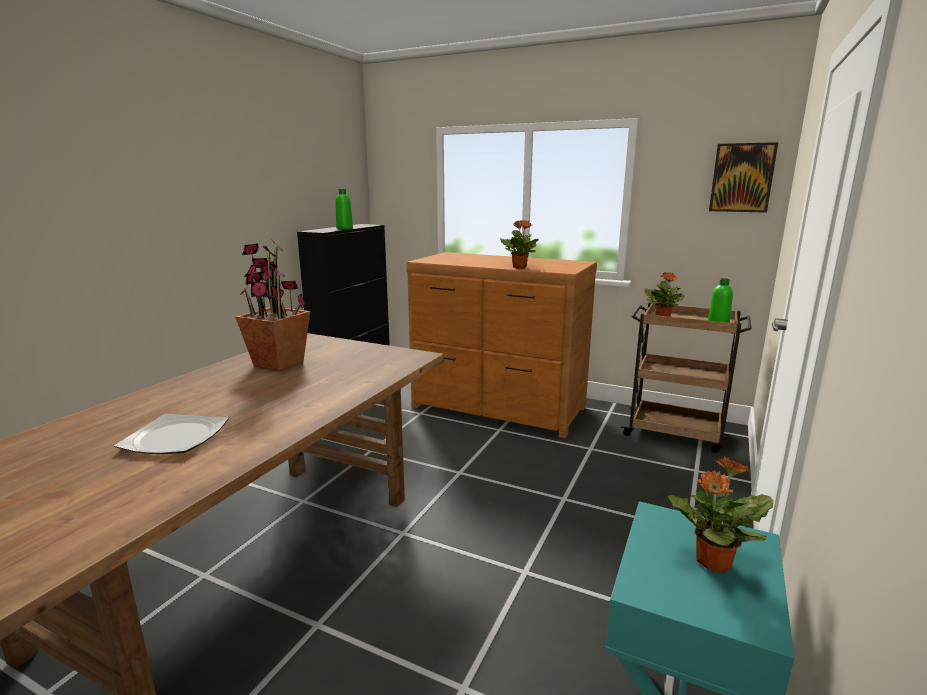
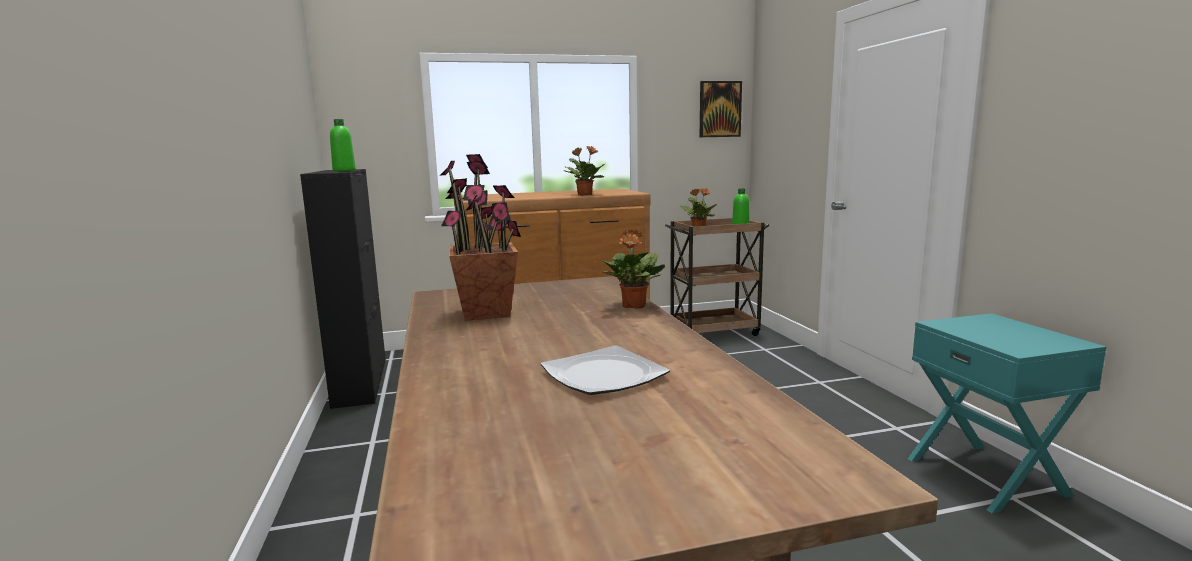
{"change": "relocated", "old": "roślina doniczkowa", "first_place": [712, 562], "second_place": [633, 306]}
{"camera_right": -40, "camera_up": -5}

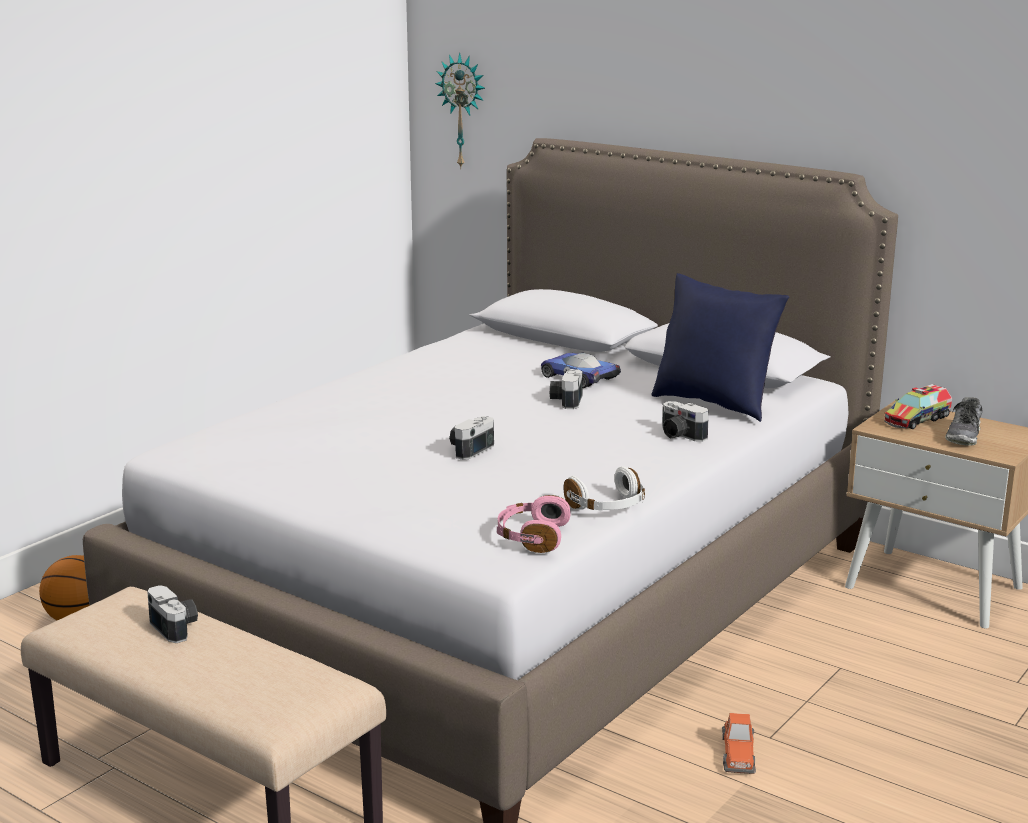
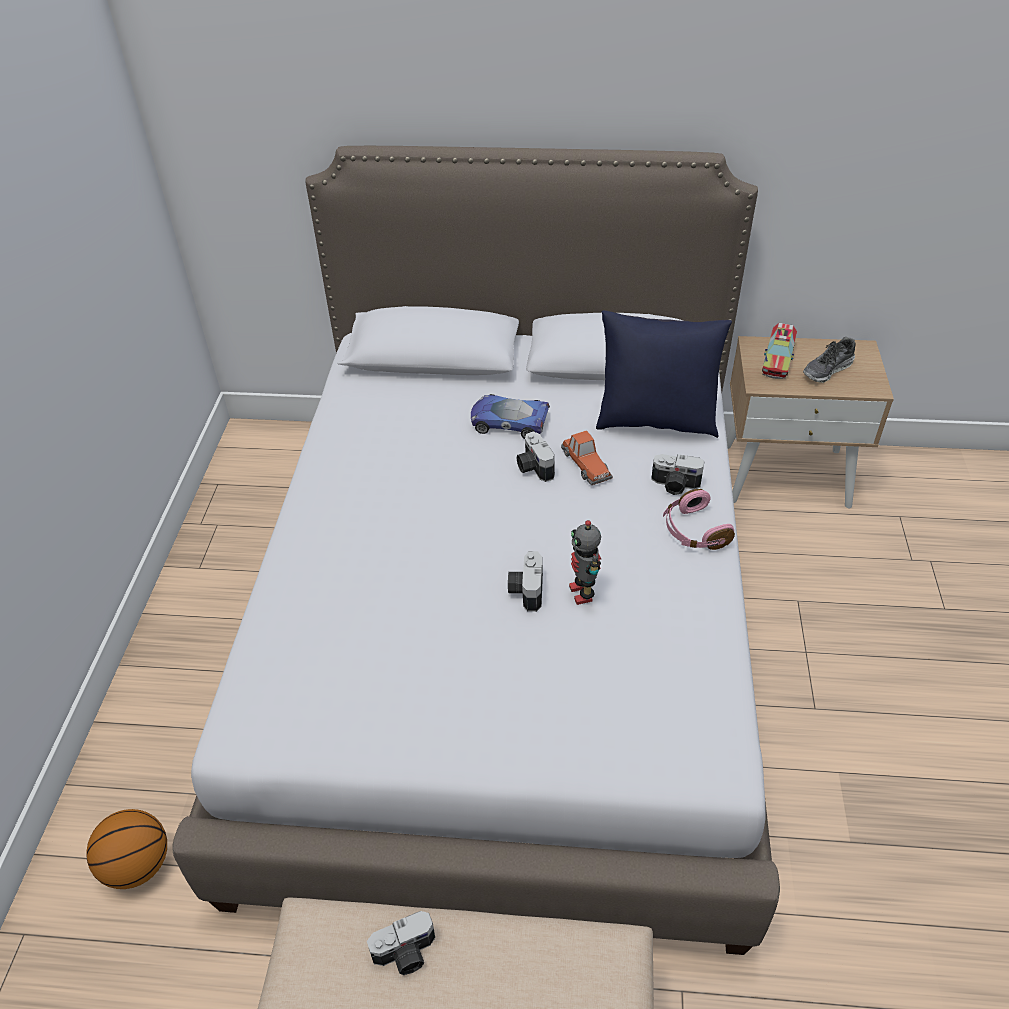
{"change": "spun", "old": "aparat fotograficzny", "first_place": [177, 627], "second_place": [406, 954], "degrees": 135}
{"change": "relocated", "old": "samochodzik", "first_place": [738, 753], "second_place": [585, 463]}
{"change": "appeared", "new": "robot zabawkowy", "second_place": [583, 593]}
{"change": "relocated", "old": "słuchawki [różowy]", "first_place": [531, 537], "second_place": [694, 531]}
{"change": "spun", "old": "but", "first_place": [964, 436], "second_place": [827, 370], "degrees": 60}
{"change": "missing", "old": "zegar ścienny", "first_place": [463, 111]}
{"change": "missing", "old": "słuchawki [biały]", "first_place": [608, 507]}
{"camera_right": -30, "camera_up": 25}

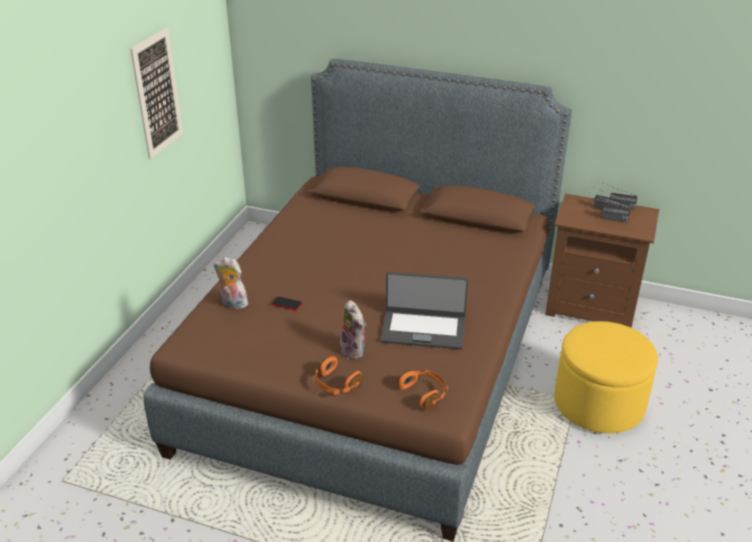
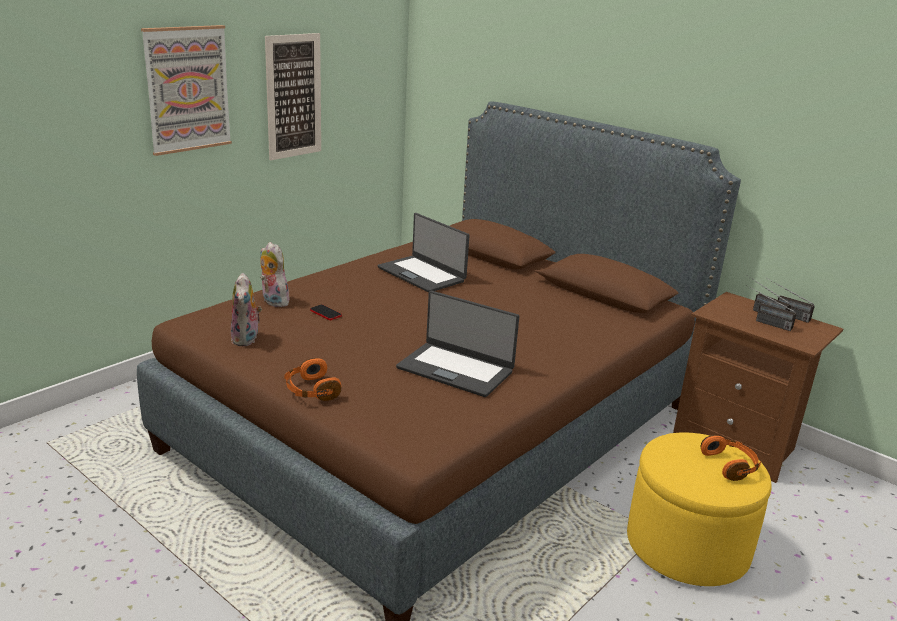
{"change": "appeared", "new": "obraz", "second_place": [187, 89]}
{"change": "relocated", "old": "pluszak", "first_place": [355, 350], "second_place": [247, 339]}
{"change": "appeared", "new": "laptop", "second_place": [422, 274]}
{"change": "relocated", "old": "słuchawki [pomarańczowy]", "first_place": [424, 393], "second_place": [730, 465]}
{"camera_right": 20, "camera_up": -10}

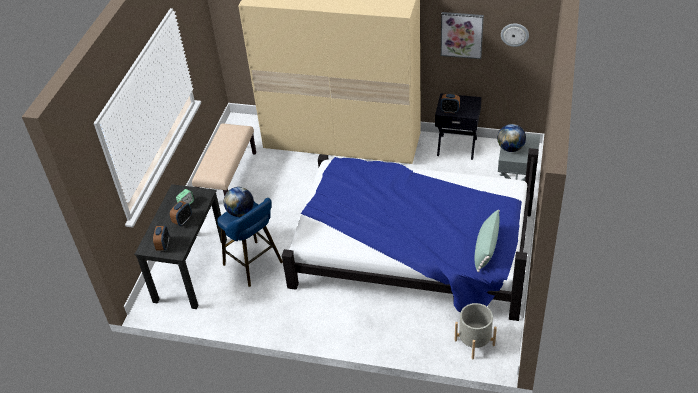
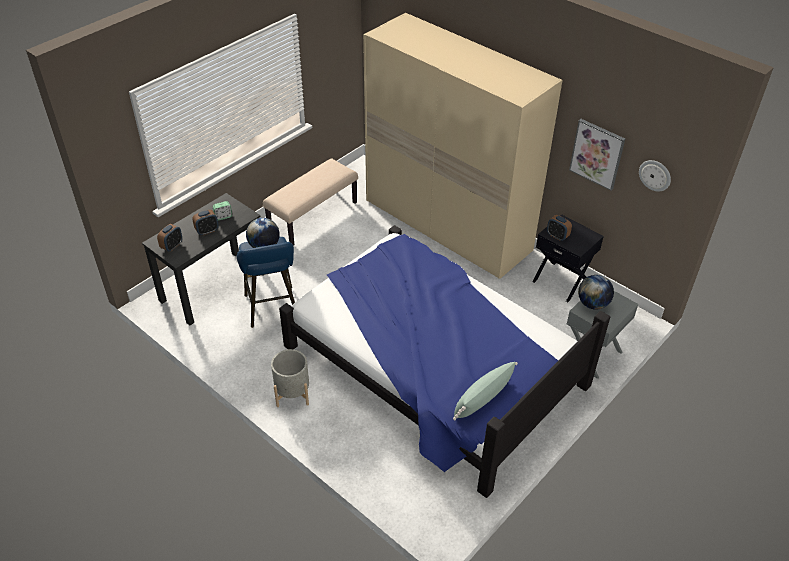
{"change": "relocated", "old": "donica [szary]", "first_place": [474, 342], "second_place": [292, 393]}
{"camera_right": 25, "camera_up": 0}

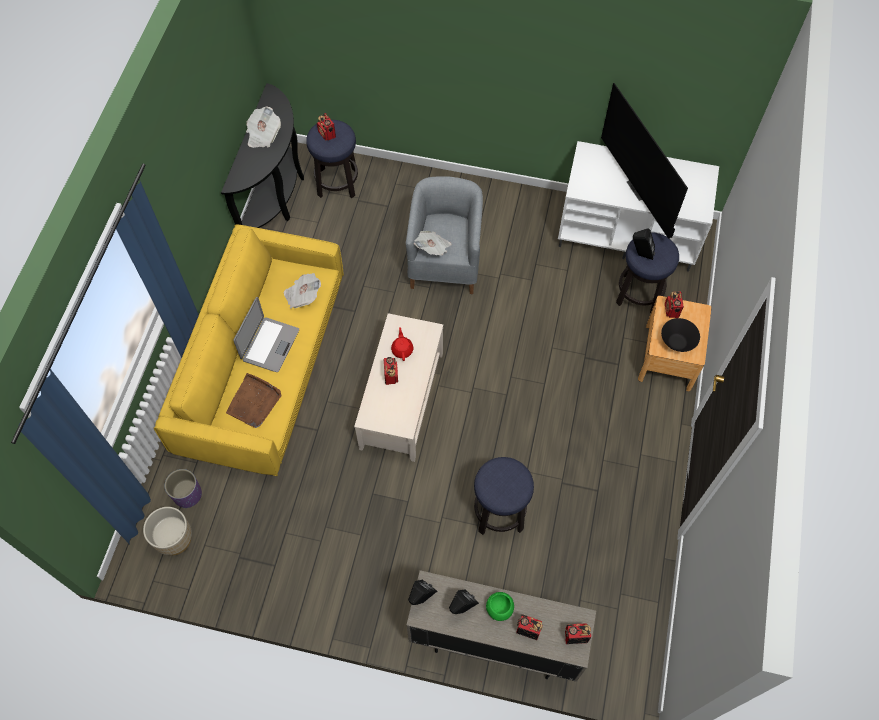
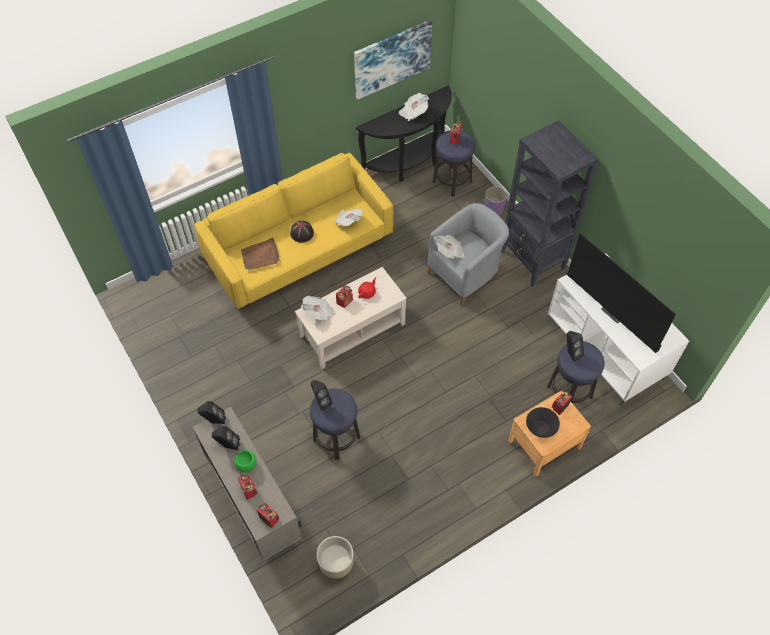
{"change": "exchanged", "old": "laptop", "new": "kapelusz [czarny]", "first_place": [270, 345], "second_place": [302, 233]}
{"change": "appeared", "new": "gazeta", "second_place": [319, 312]}
{"change": "appeared", "new": "głośnik [czarny]", "second_place": [321, 401]}
{"change": "relocated", "old": "donica [beżowy]", "first_place": [174, 539], "second_place": [336, 564]}
{"change": "appeared", "new": "obraz", "second_place": [392, 59]}
{"change": "relocated", "old": "donica [fioletowy]", "first_place": [187, 494], "second_place": [493, 208]}
{"change": "appeared", "new": "regał [czarny]", "second_place": [532, 260]}
{"change": "spun", "old": "telewizor", "first_place": [640, 188], "second_place": [614, 312], "degrees": -60}
{"camera_right": 45, "camera_up": -5}

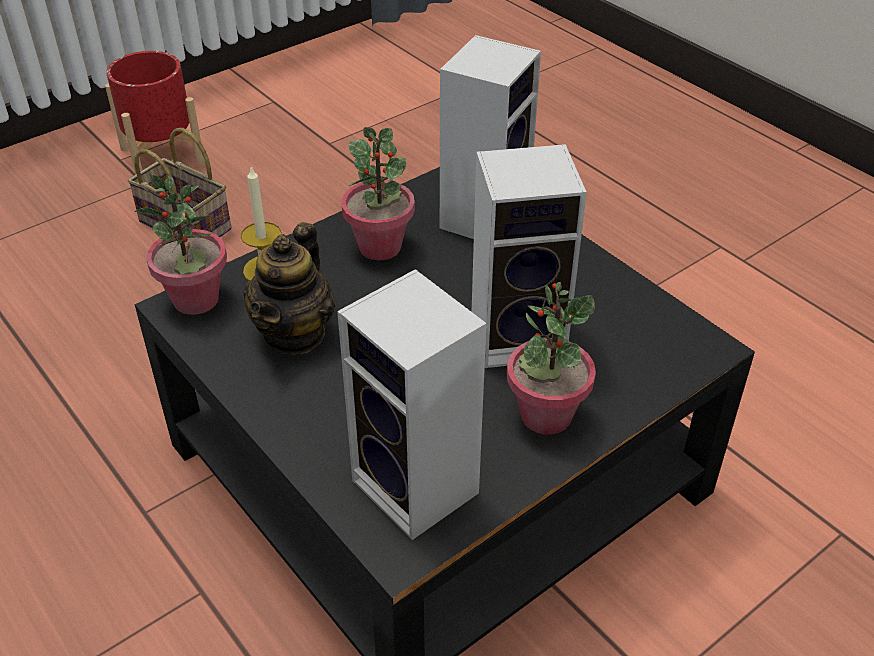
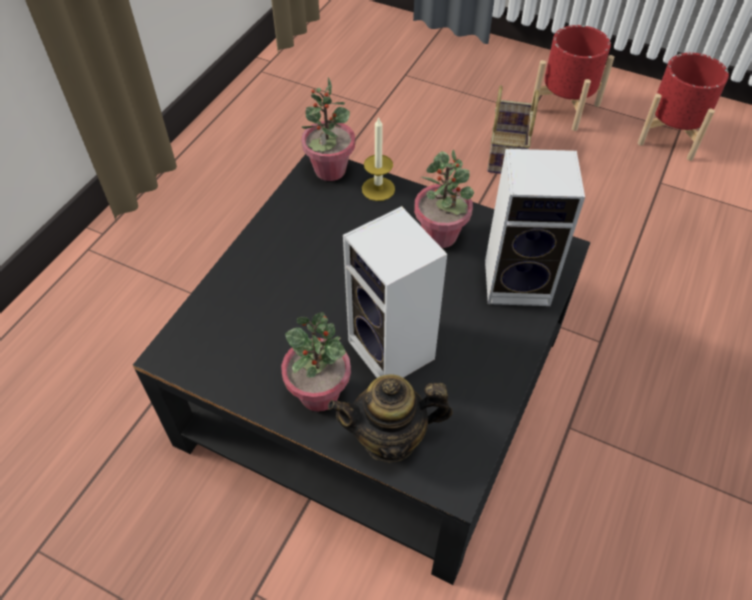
{"change": "relocated", "old": "imbryk", "first_place": [295, 333], "second_place": [390, 438]}
{"change": "appeared", "new": "donica [czerwony]", "second_place": [670, 136]}
{"change": "missing", "old": "głośnik", "first_place": [420, 488]}
{"camera_right": 65, "camera_up": 10}

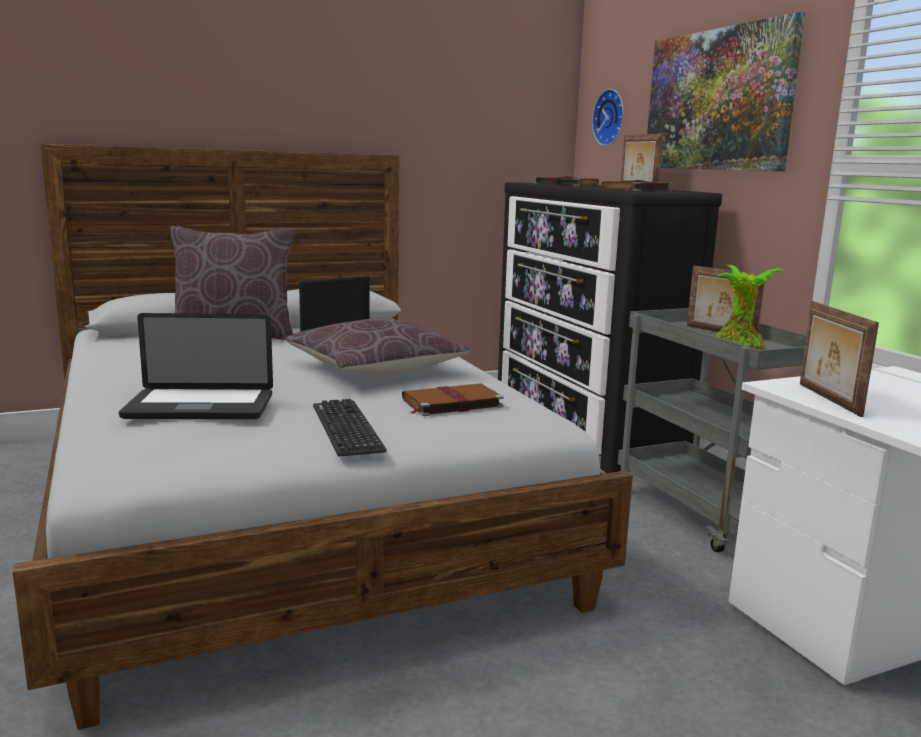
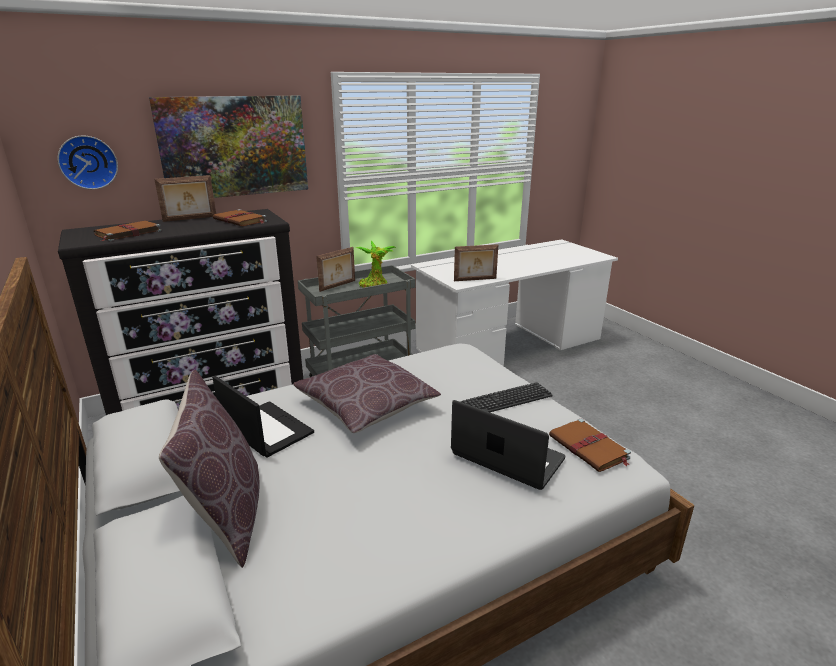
{"change": "spun", "old": "laptop", "first_place": [200, 407], "second_place": [507, 457], "degrees": -45}
{"change": "relocated", "old": "książka [brązowy]", "first_place": [450, 403], "second_place": [589, 448]}
{"camera_right": -95, "camera_up": 10}

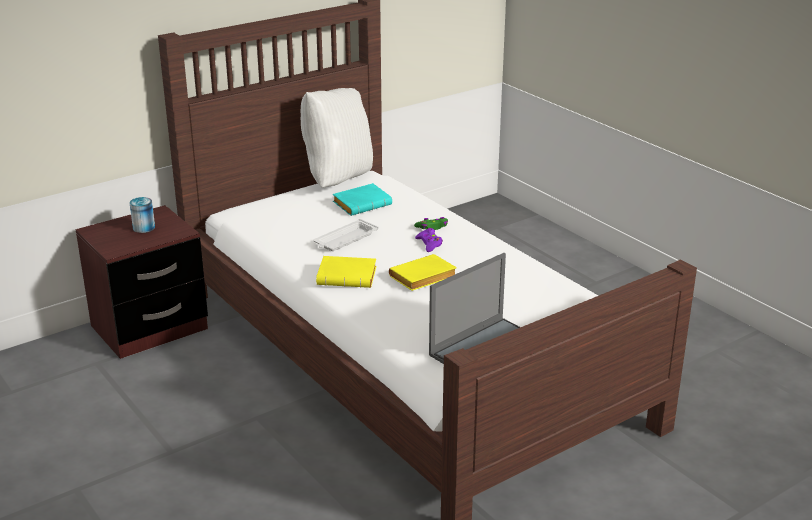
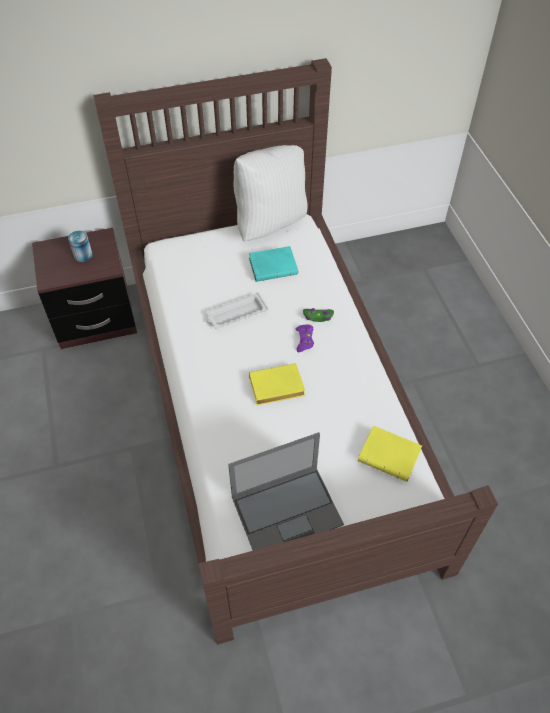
{"change": "relocated", "old": "książka [żółty]", "first_place": [348, 277], "second_place": [391, 455]}
{"camera_right": 20, "camera_up": 25}

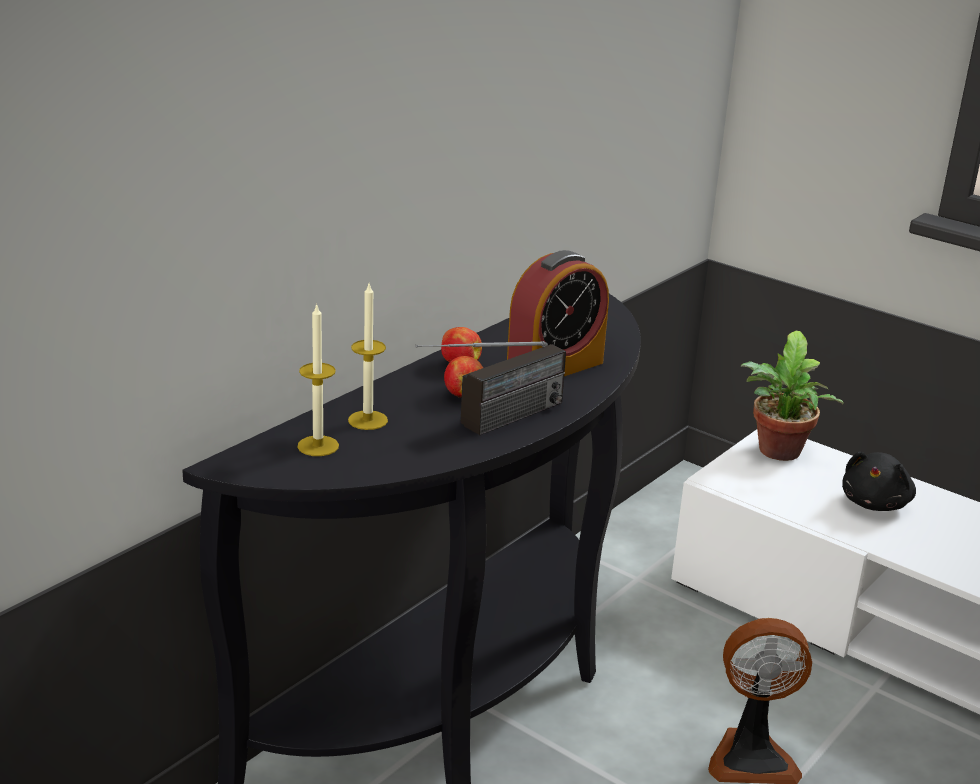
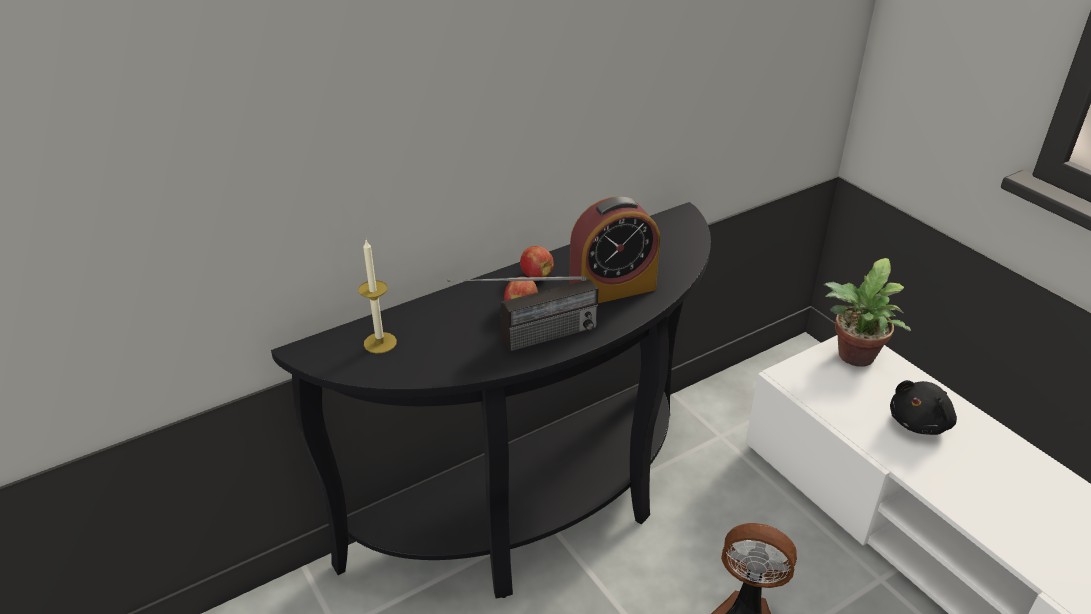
{"change": "missing", "old": "świeca", "first_place": [367, 420]}
{"camera_right": 20, "camera_up": 10}

